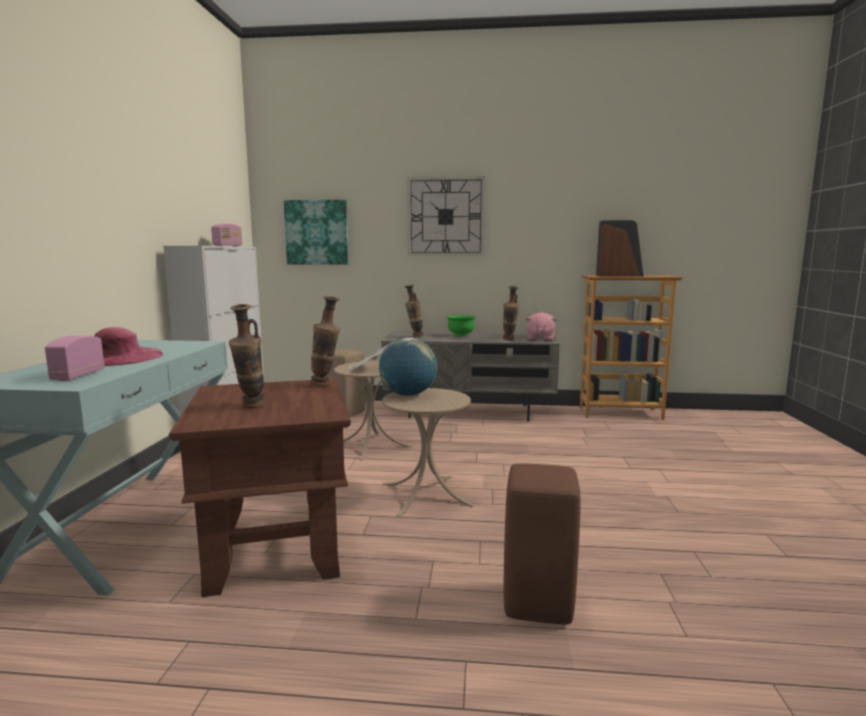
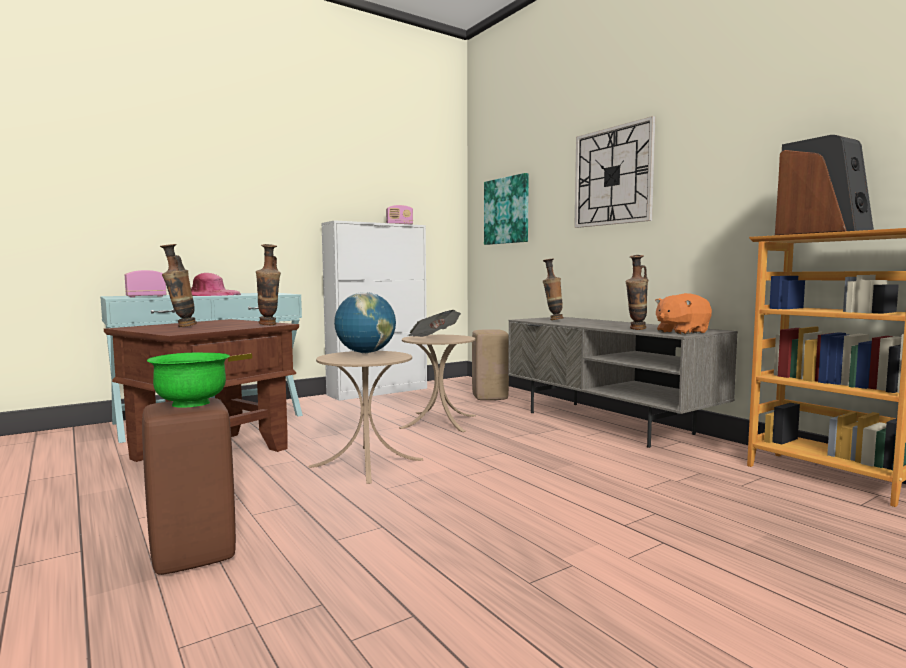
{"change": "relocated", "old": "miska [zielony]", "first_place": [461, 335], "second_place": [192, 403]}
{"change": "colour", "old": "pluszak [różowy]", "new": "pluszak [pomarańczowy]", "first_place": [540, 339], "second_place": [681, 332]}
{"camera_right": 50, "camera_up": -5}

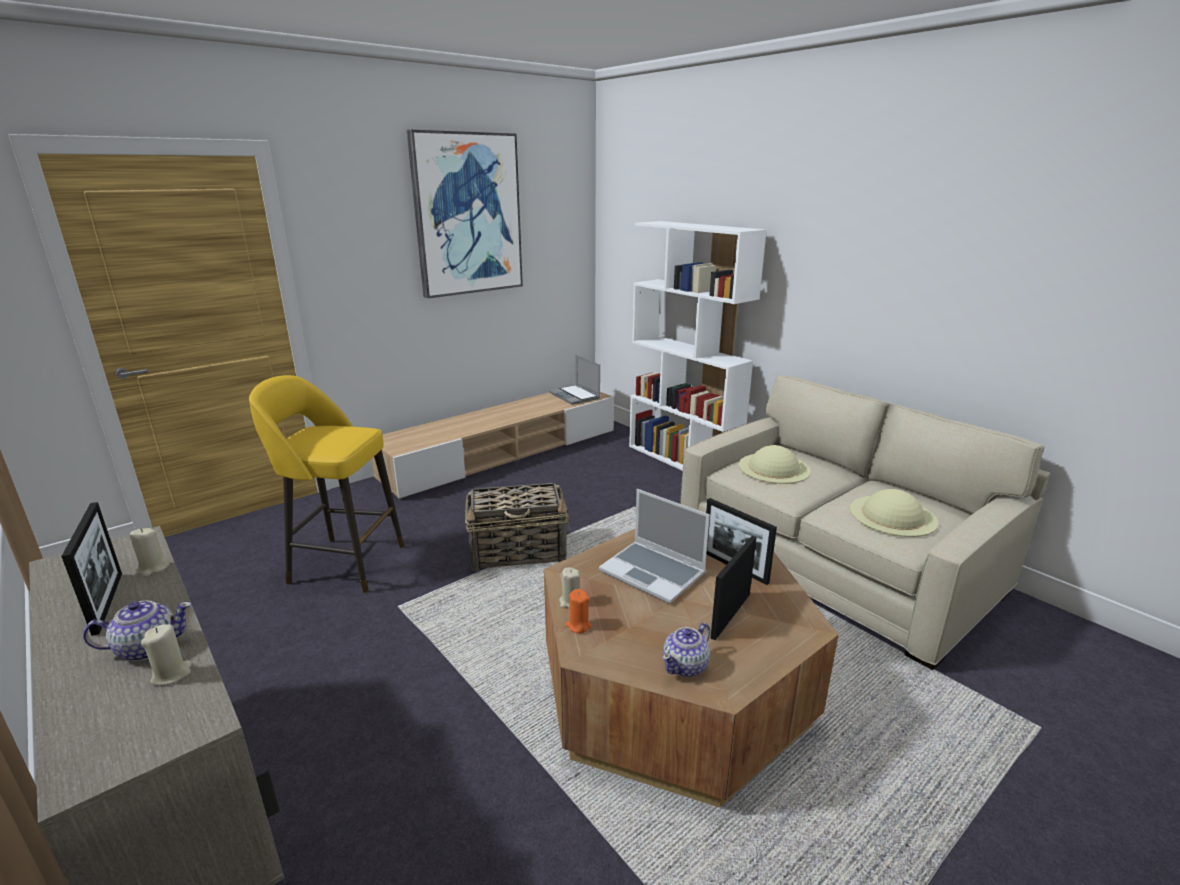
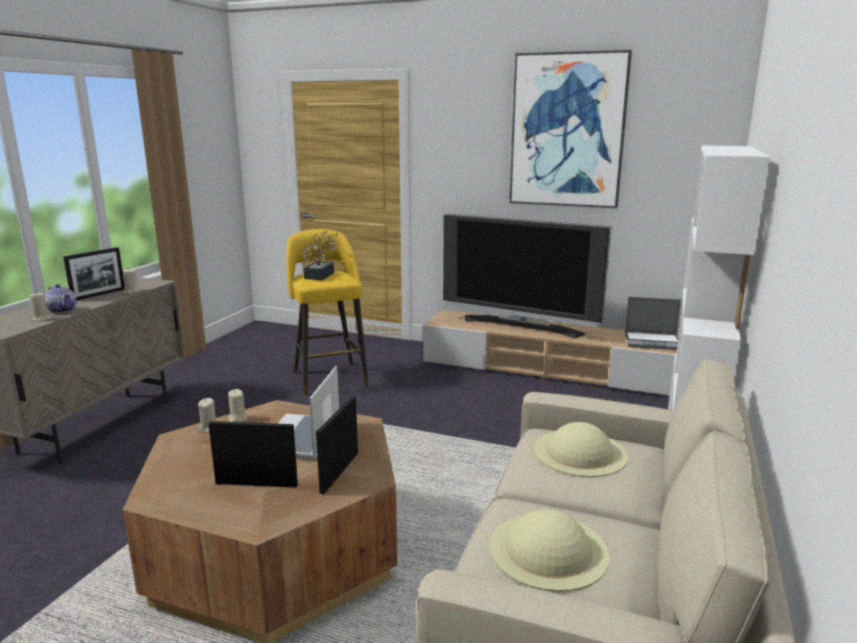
{"change": "colour", "old": "świeca [pomarańczowy]", "new": "świeca [beżowy]", "first_place": [578, 625], "second_place": [208, 428]}
{"change": "appeared", "new": "roślina doniczkowa", "second_place": [321, 275]}
{"change": "appeared", "new": "telewizor", "second_place": [522, 326]}
{"change": "spun", "old": "laptop", "first_place": [575, 396], "second_place": [653, 342], "degrees": -105}
{"change": "missing", "old": "koszyk", "first_place": [519, 552]}
{"change": "missing", "old": "imbryk", "first_place": [686, 666]}
{"camera_right": 60, "camera_up": -5}

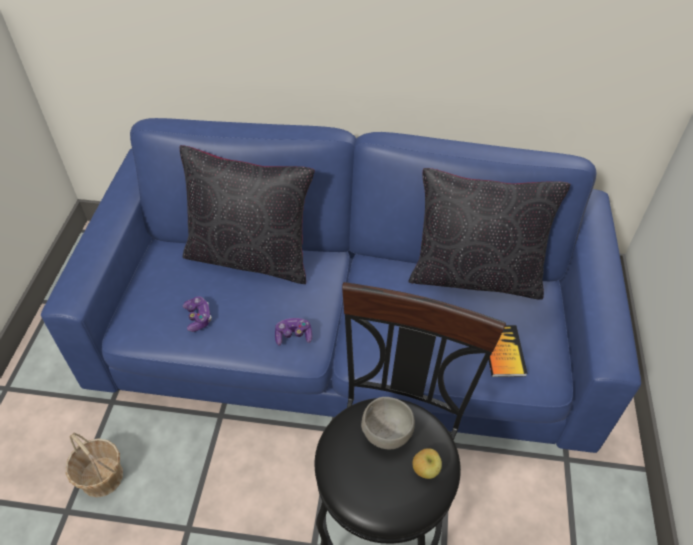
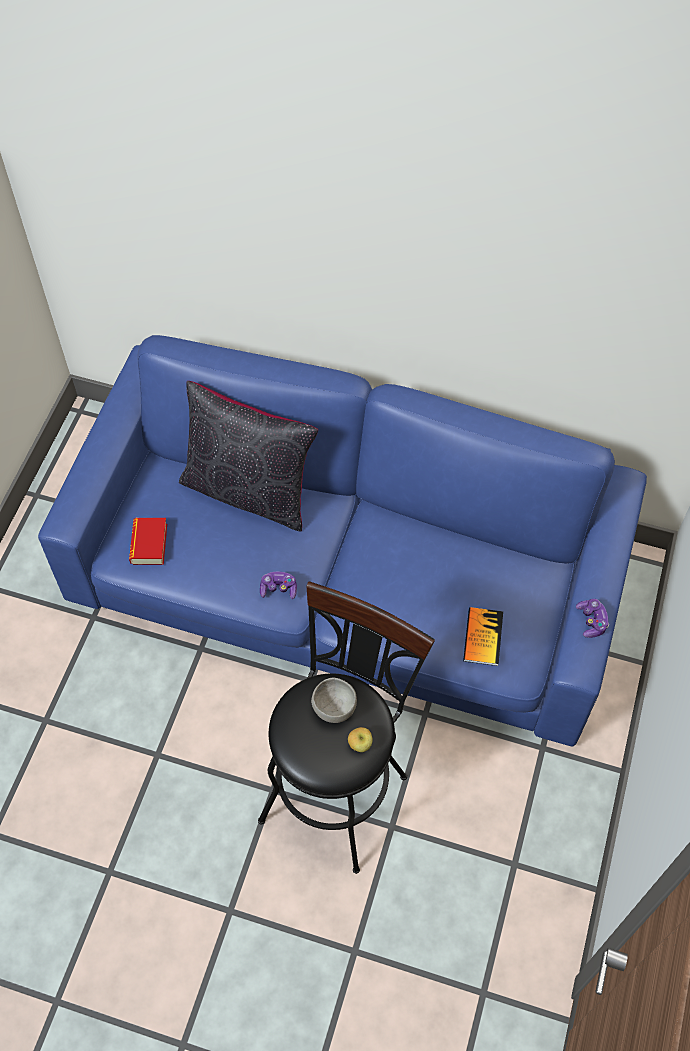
{"change": "appeared", "new": "książka", "second_place": [149, 544]}
{"change": "relocated", "old": "pad do gier", "first_place": [198, 318], "second_place": [591, 621]}
{"change": "missing", "old": "koszyk", "first_place": [102, 477]}
{"change": "missing", "old": "poduszka [czarny]", "first_place": [475, 275]}
{"camera_right": 10, "camera_up": 10}

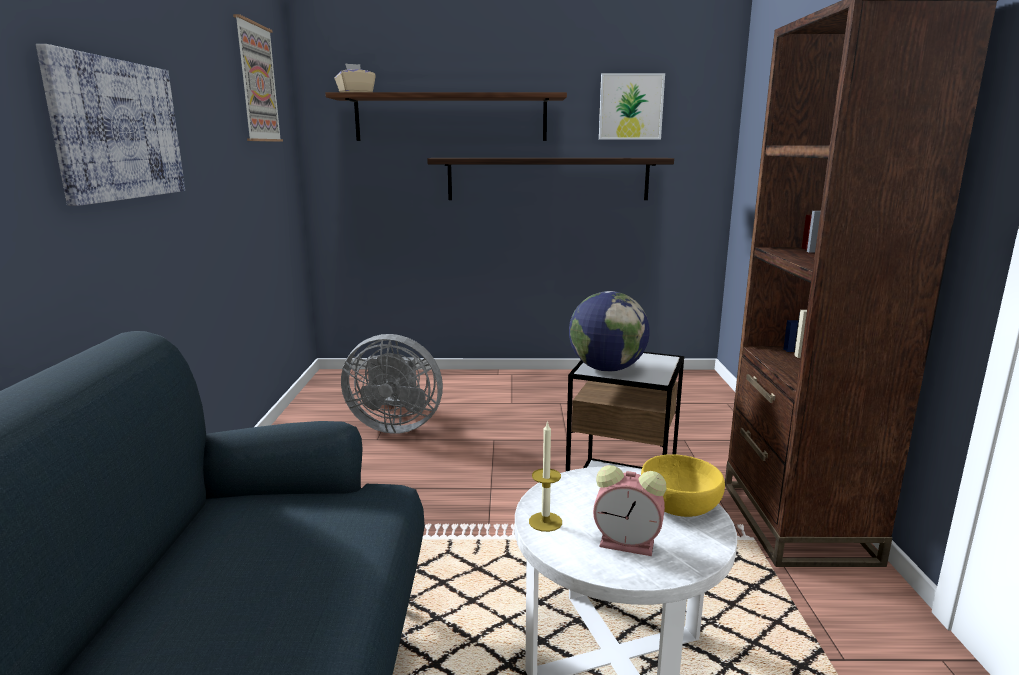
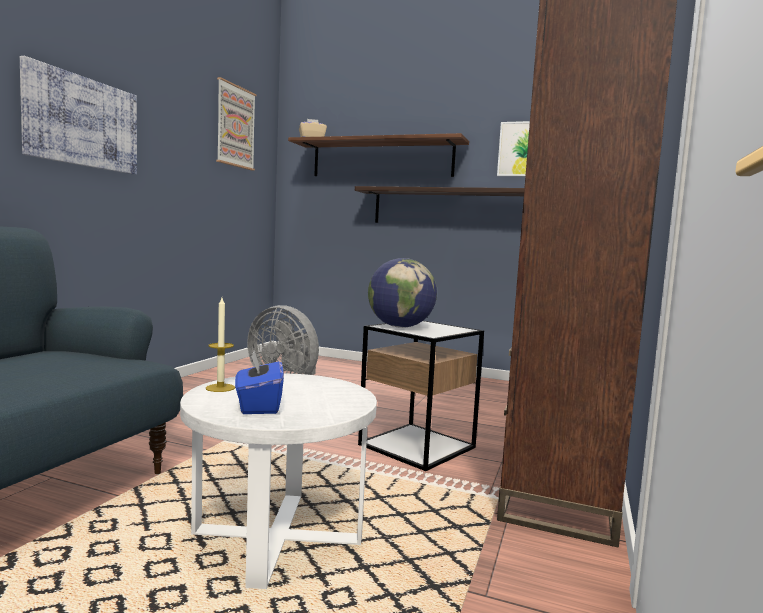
{"change": "exchanged", "old": "budzik", "new": "pudełko chusteczek [niebieski]", "first_place": [629, 544], "second_place": [258, 406]}
{"change": "missing", "old": "miska [żółty]", "first_place": [679, 506]}
{"camera_right": 20, "camera_up": -10}

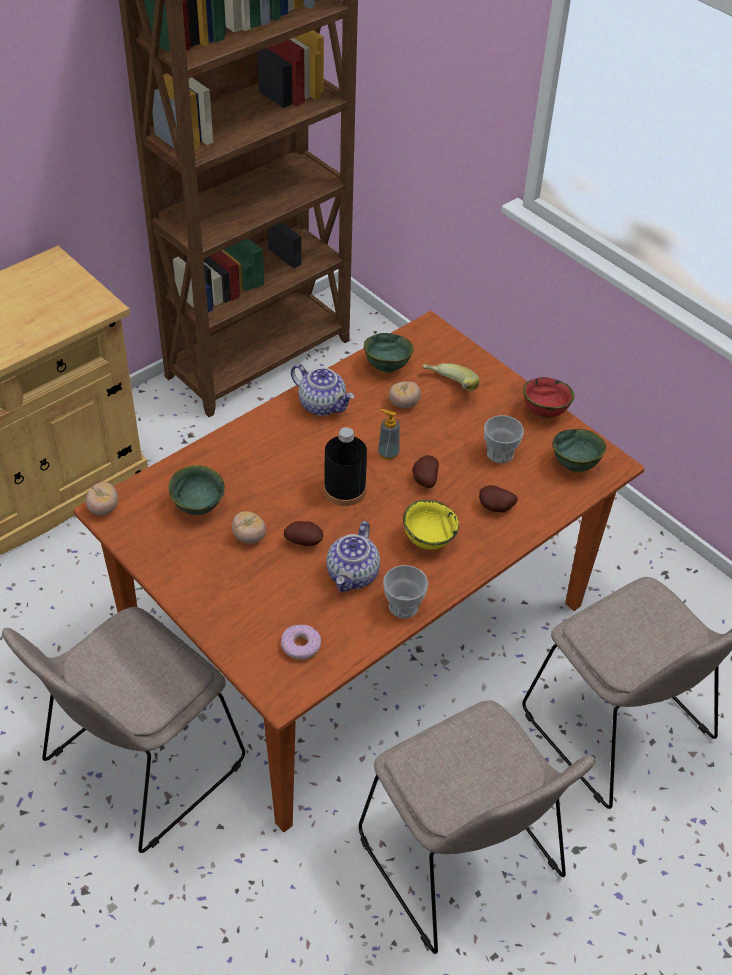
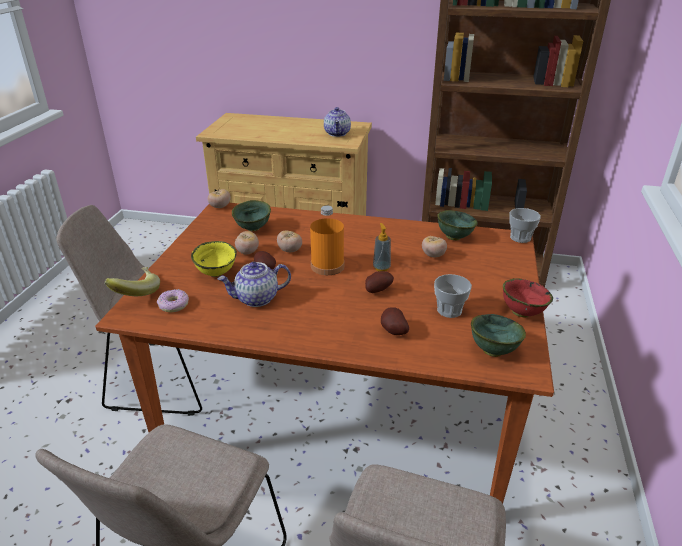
{"change": "relocated", "old": "banan", "first_place": [448, 389], "second_place": [135, 292]}
{"change": "relocated", "old": "miska [żółty]", "first_place": [427, 540], "second_place": [217, 273]}
{"change": "appeared", "new": "pomidor", "second_place": [289, 250]}
{"change": "colour", "old": "butelka [czarny]", "new": "butelka [pomarańczowy]", "first_place": [344, 490], "second_place": [327, 266]}
{"change": "relocated", "old": "imbryk", "first_place": [323, 405], "second_place": [337, 133]}
{"change": "relocated", "old": "filiżanka", "first_place": [403, 606], "second_place": [520, 238]}
{"camera_right": 55, "camera_up": -15}

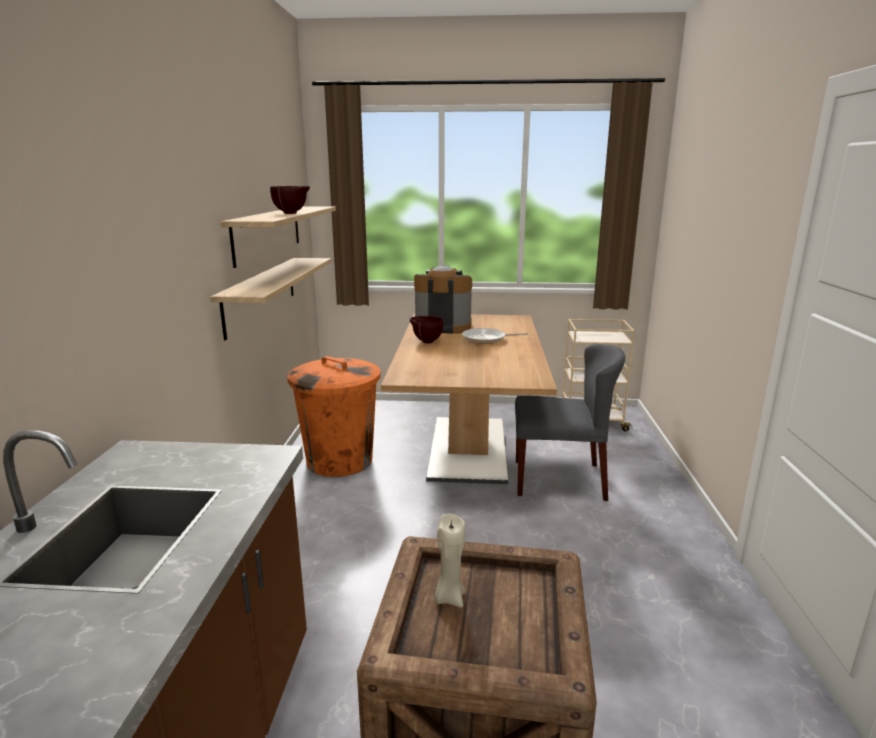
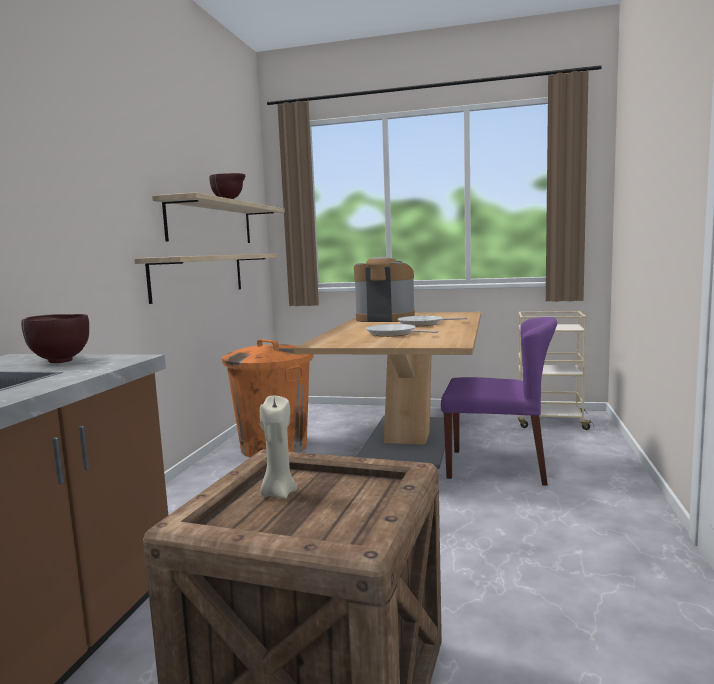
{"change": "relocated", "old": "miska [brązowy]", "first_place": [426, 341], "second_place": [59, 361]}
{"change": "appeared", "new": "patelnia", "second_place": [394, 334]}
{"change": "colour", "old": "krzesło [szary]", "new": "krzesło [fioletowy]", "first_place": [559, 479], "second_place": [498, 466]}
{"camera_right": 10, "camera_up": -10}

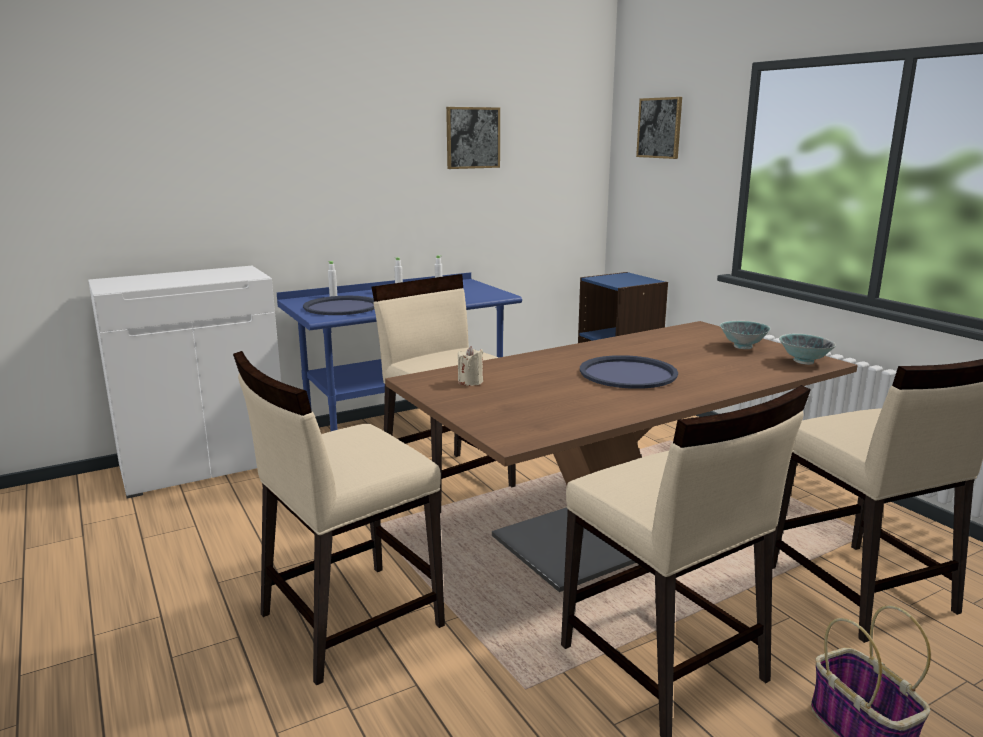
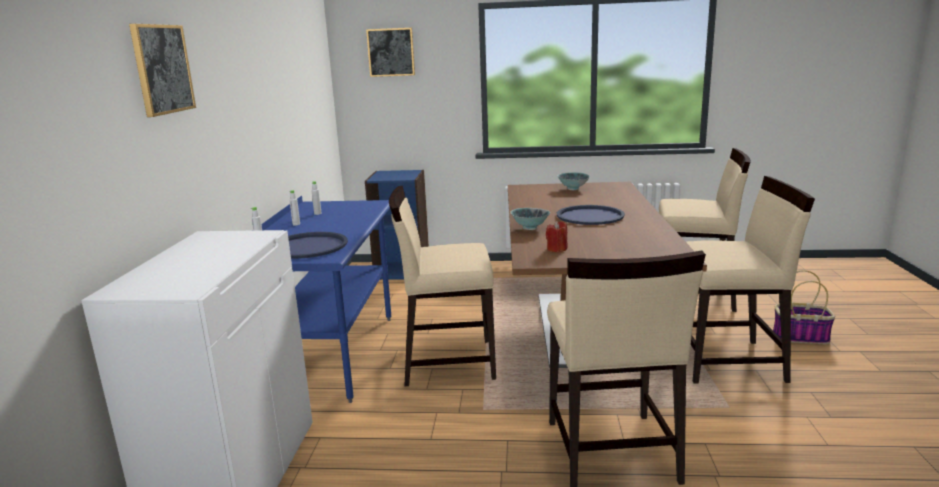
{"change": "relocated", "old": "obraz", "first_place": [472, 138], "second_place": [162, 69]}
{"change": "relocated", "old": "miska", "first_place": [803, 362], "second_place": [530, 228]}
{"change": "colour", "old": "świeca [beżowy]", "new": "świeca [czerwony]", "first_place": [470, 382], "second_place": [557, 249]}
{"camera_right": -55, "camera_up": 0}

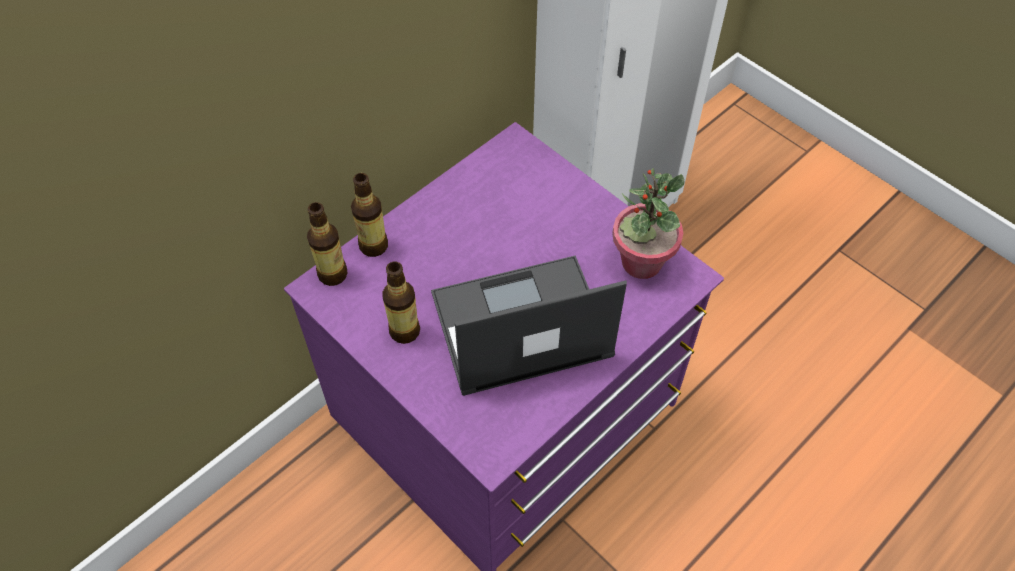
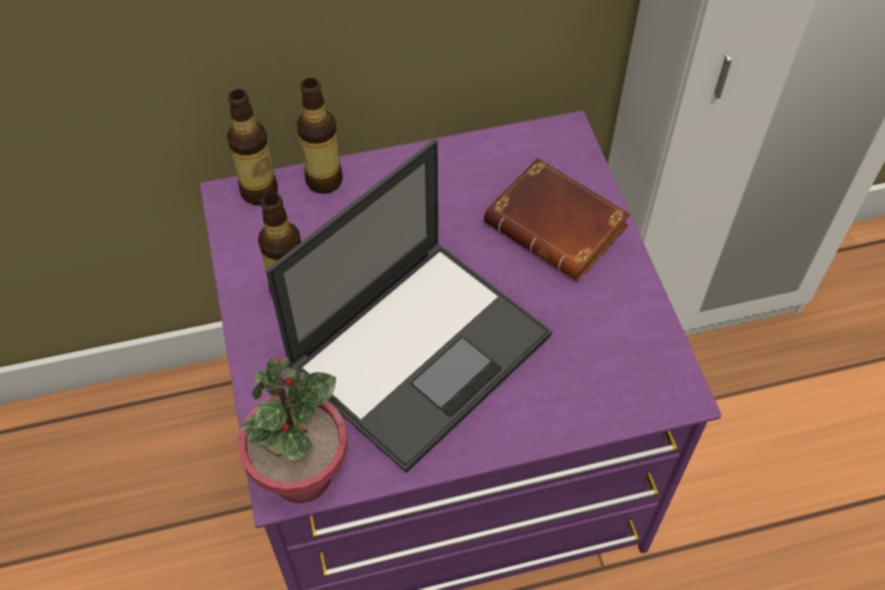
{"change": "relocated", "old": "roślina doniczkowa", "first_place": [641, 262], "second_place": [301, 474]}
{"change": "spun", "old": "laptop", "first_place": [519, 326], "second_place": [422, 348], "degrees": 120}
{"change": "appeared", "new": "książka [brązowy]", "second_place": [560, 226]}
{"camera_right": 30, "camera_up": 0}

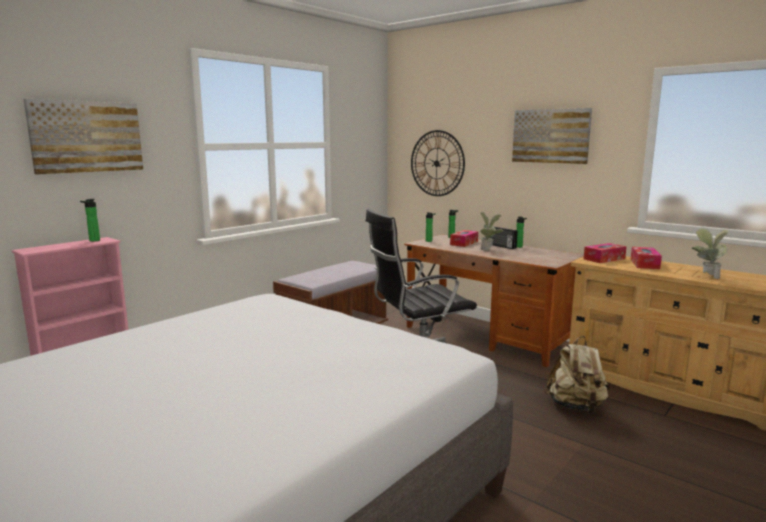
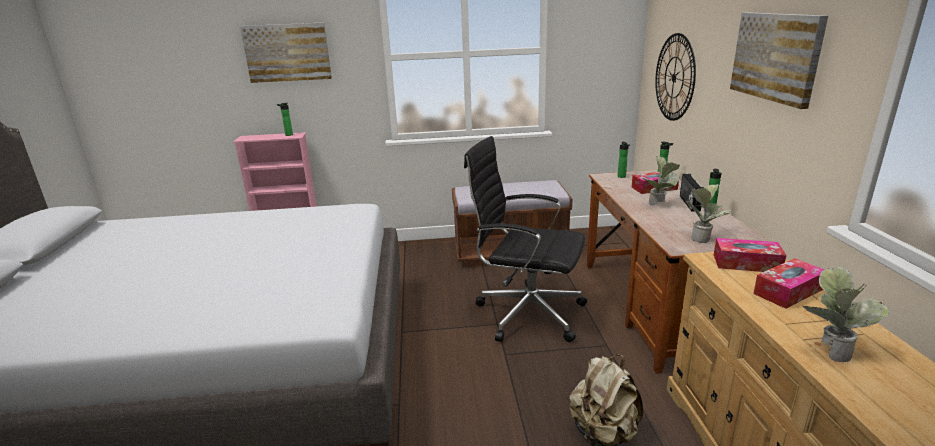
{"change": "appeared", "new": "roślina doniczkowa", "second_place": [702, 238]}
{"camera_right": 45, "camera_up": 10}

